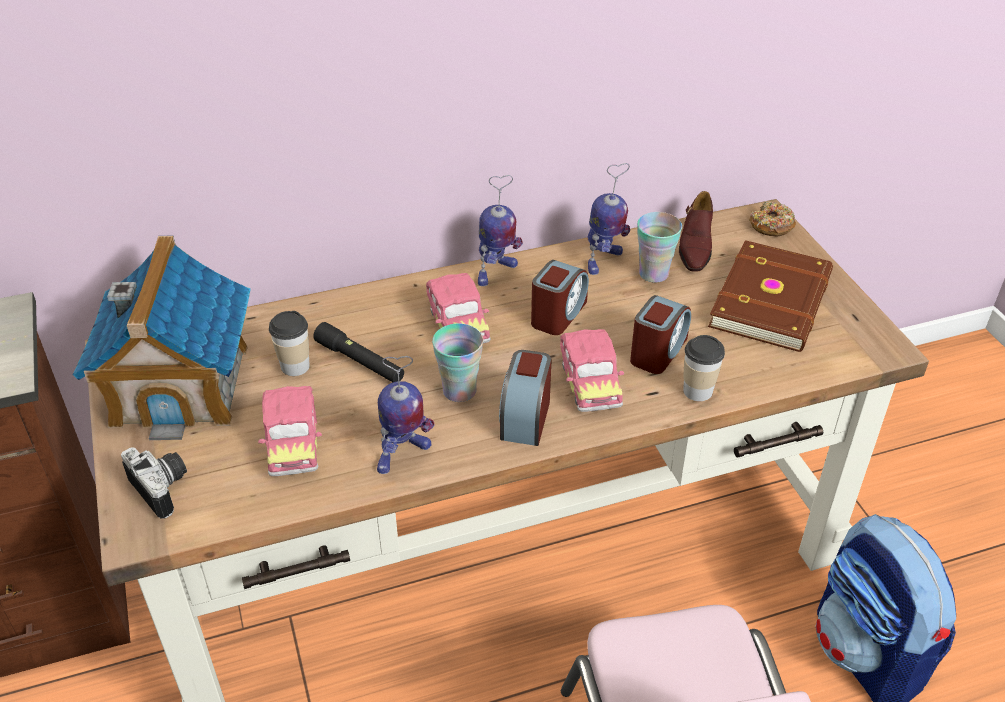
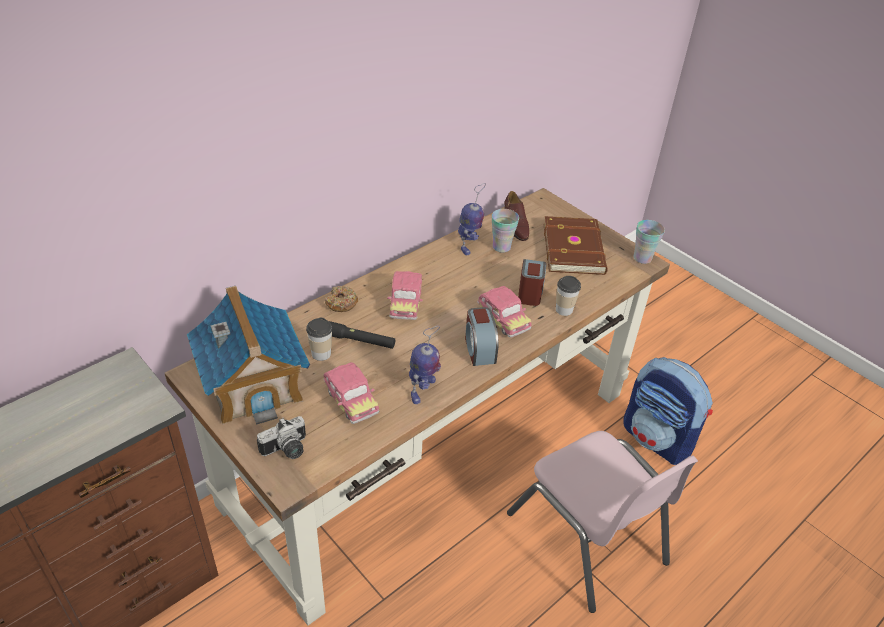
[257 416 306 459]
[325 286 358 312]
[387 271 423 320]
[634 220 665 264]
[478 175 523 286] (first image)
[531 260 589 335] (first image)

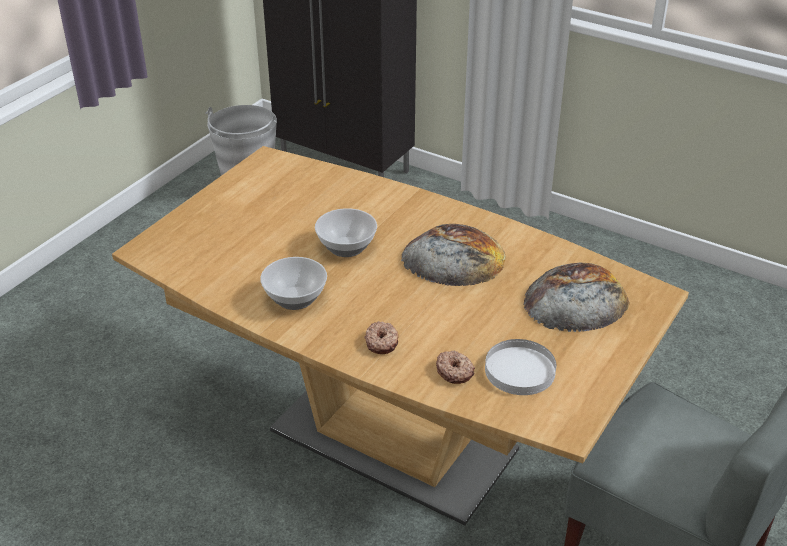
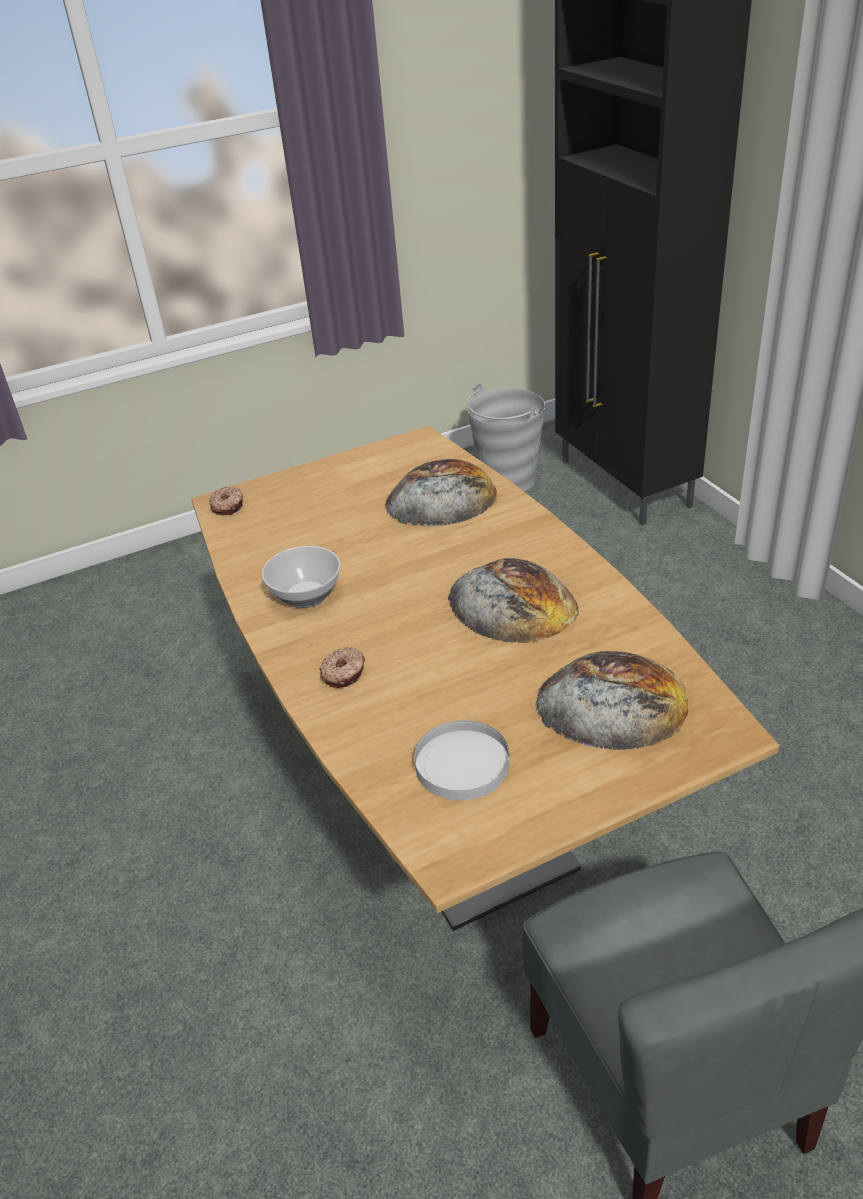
[209 486 243 516]
[385 459 497 527]
[315 208 377 257] (first image)

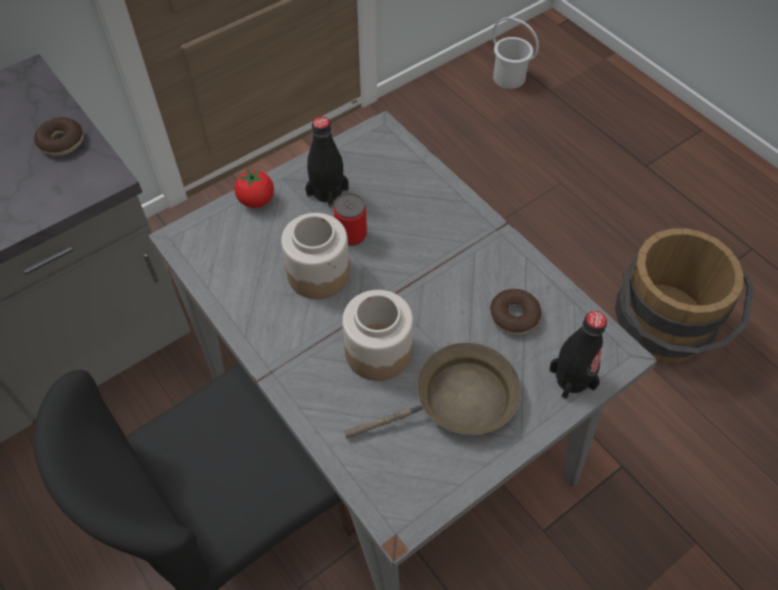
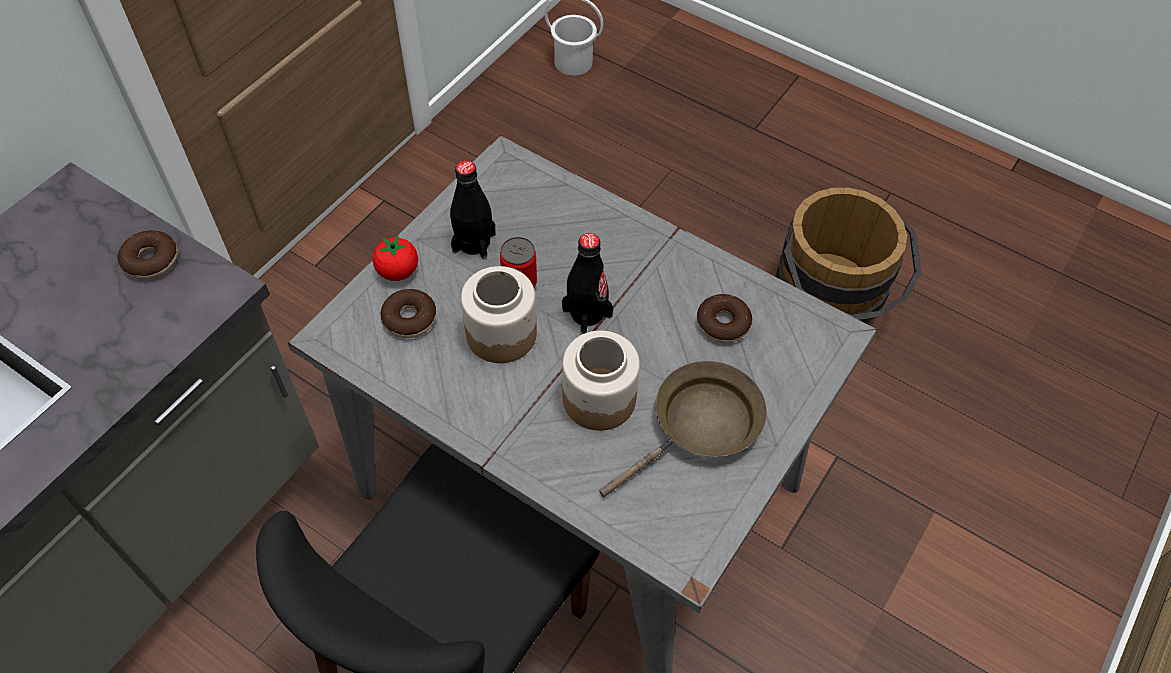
[380 289 436 338]
[562 233 613 334]

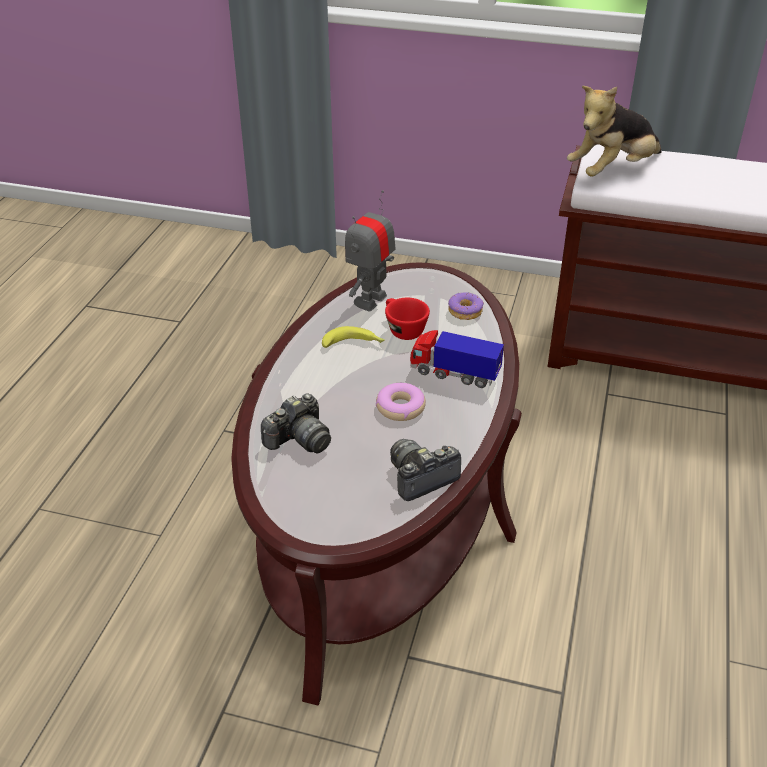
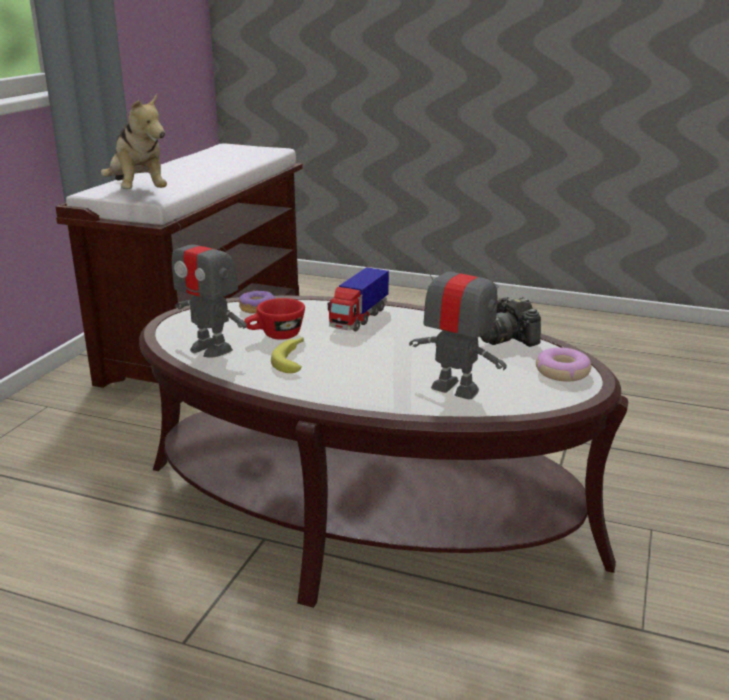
[409 248 507 399]
[536 348 591 382]

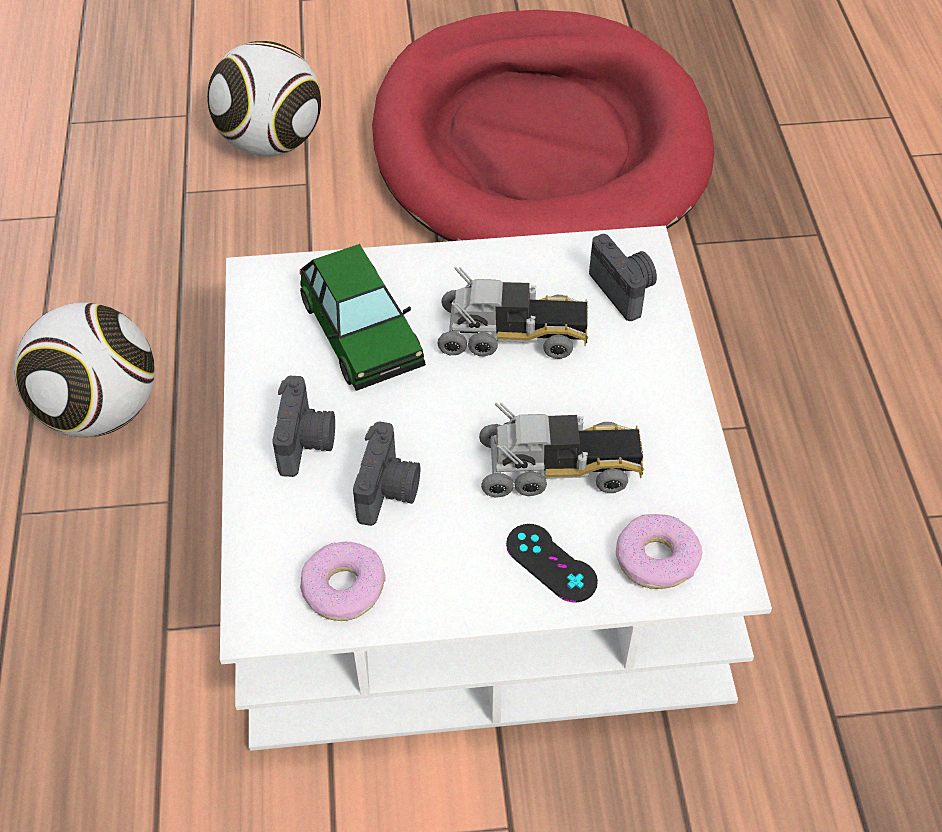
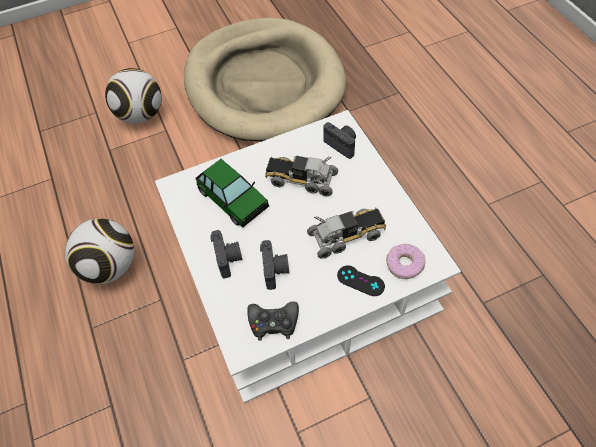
[184 18 346 142]
[247 302 299 341]
[265 156 338 197]

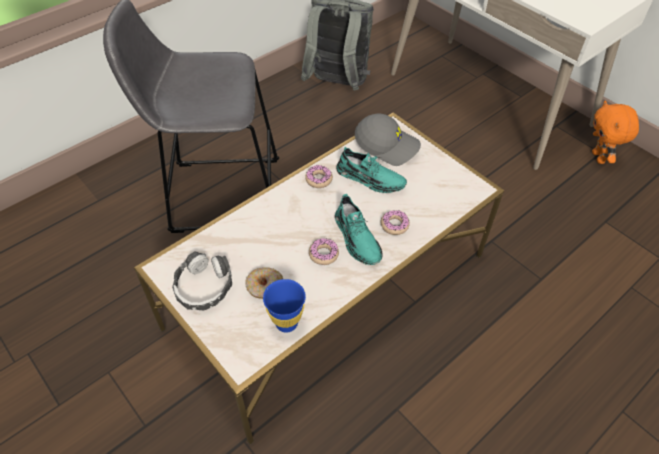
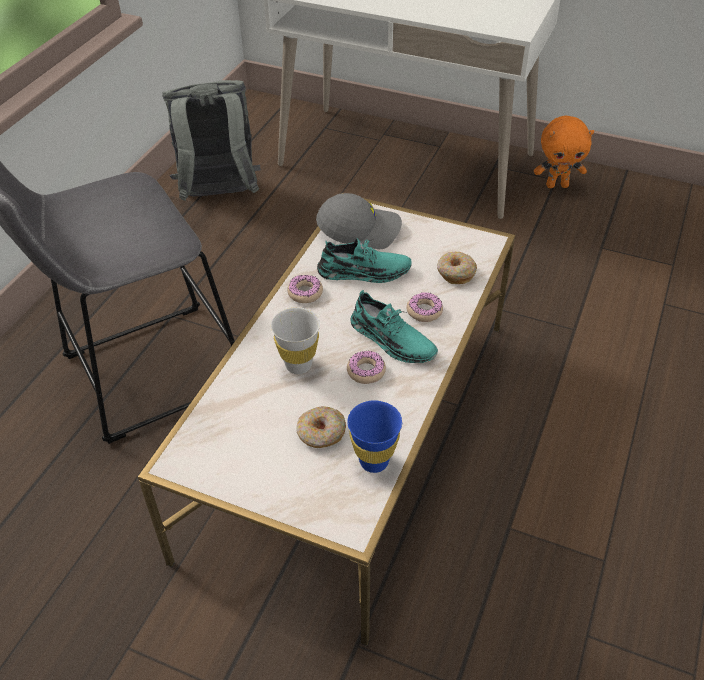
[271 307 320 374]
[437 252 477 284]
[534 116 594 188]
[172 251 232 310] (first image)

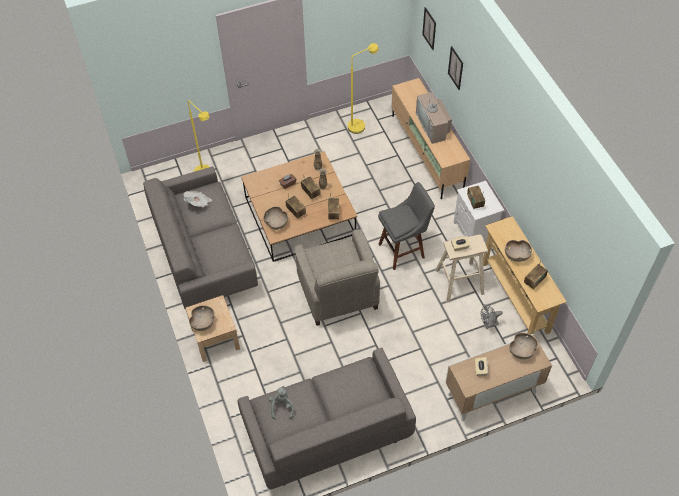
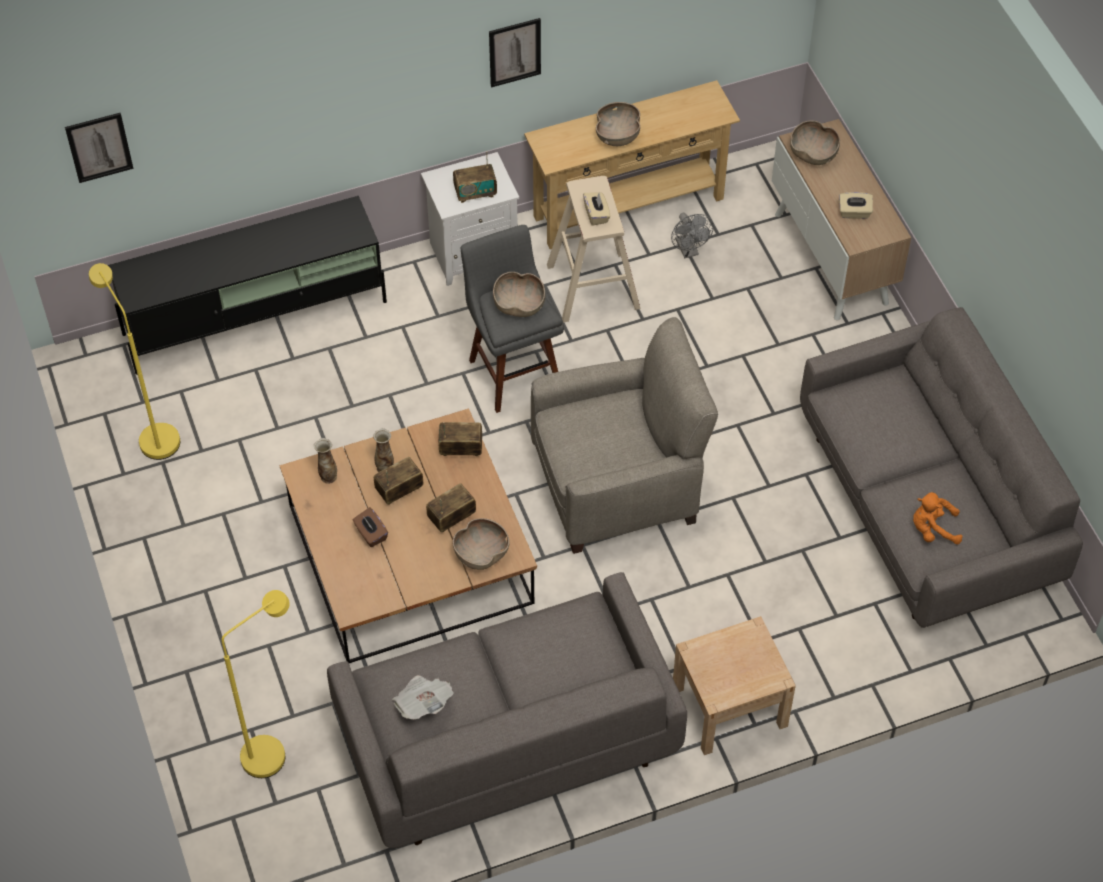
[108 196 387 375]
[489 18 541 87]
[493 272 545 317]
[913 492 963 544]
[416 84 452 144] (first image)
[524 261 548 289] (first image)

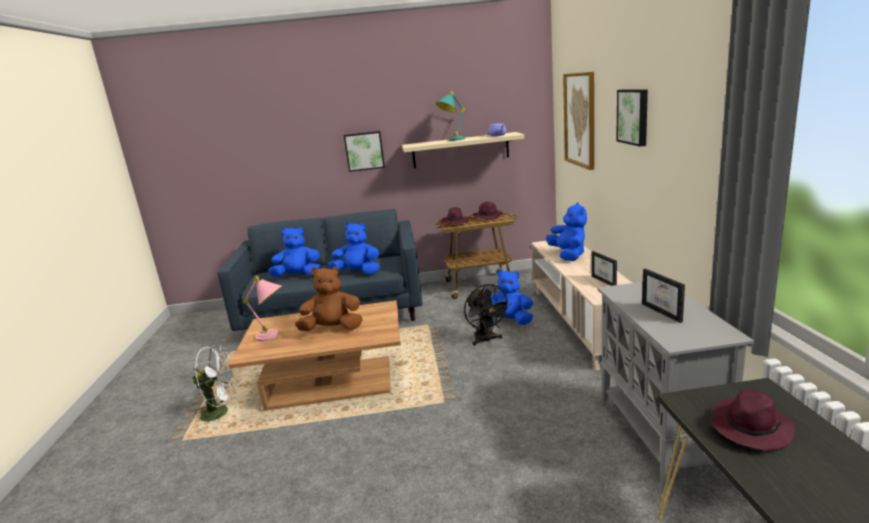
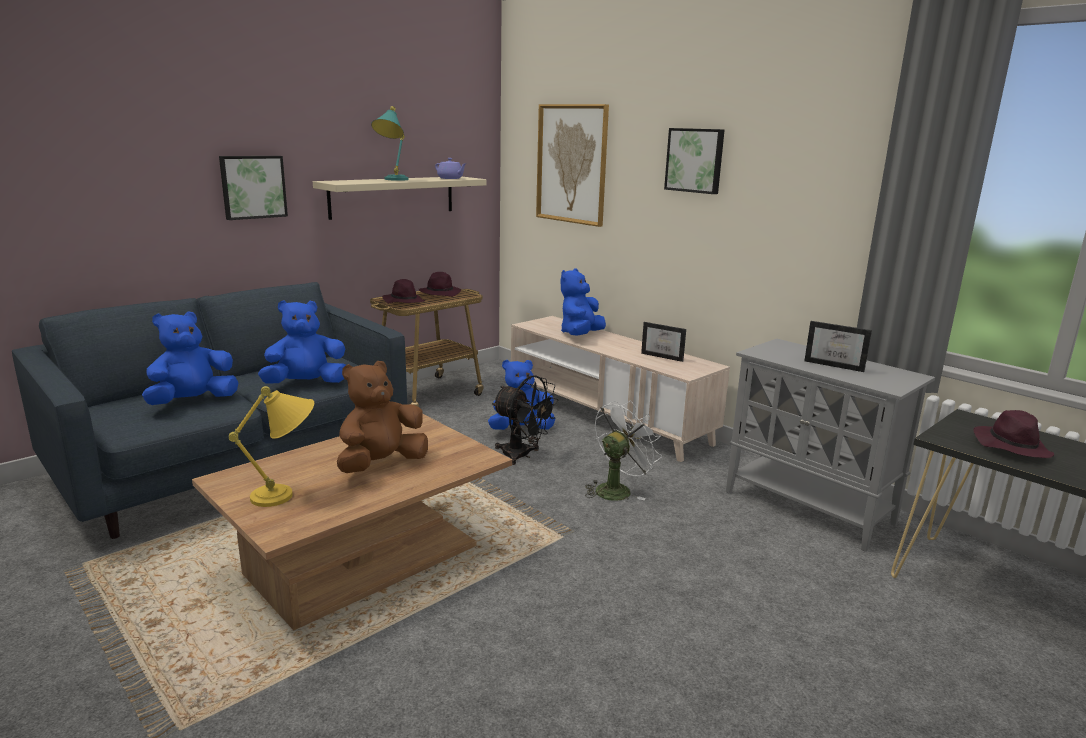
[229 386 314 507]
[560 268 606 336]
[585 401 662 501]

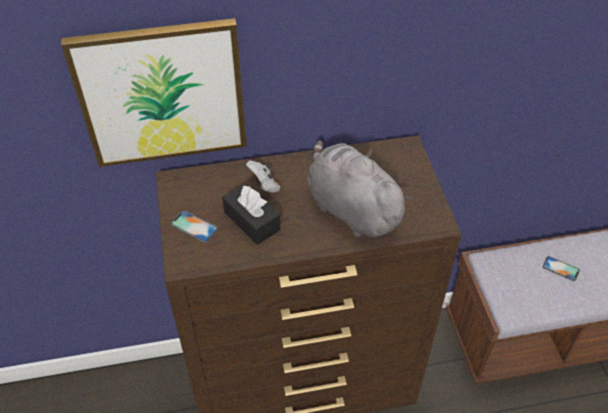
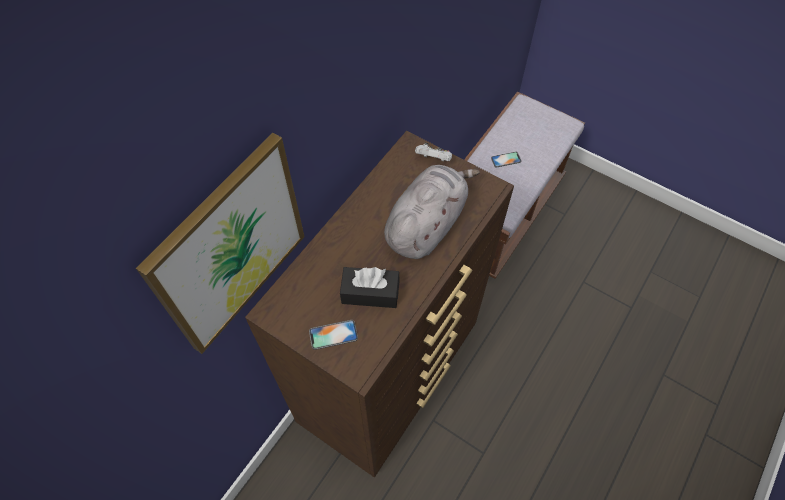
[384 165 480 259]
[415 142 452 162]

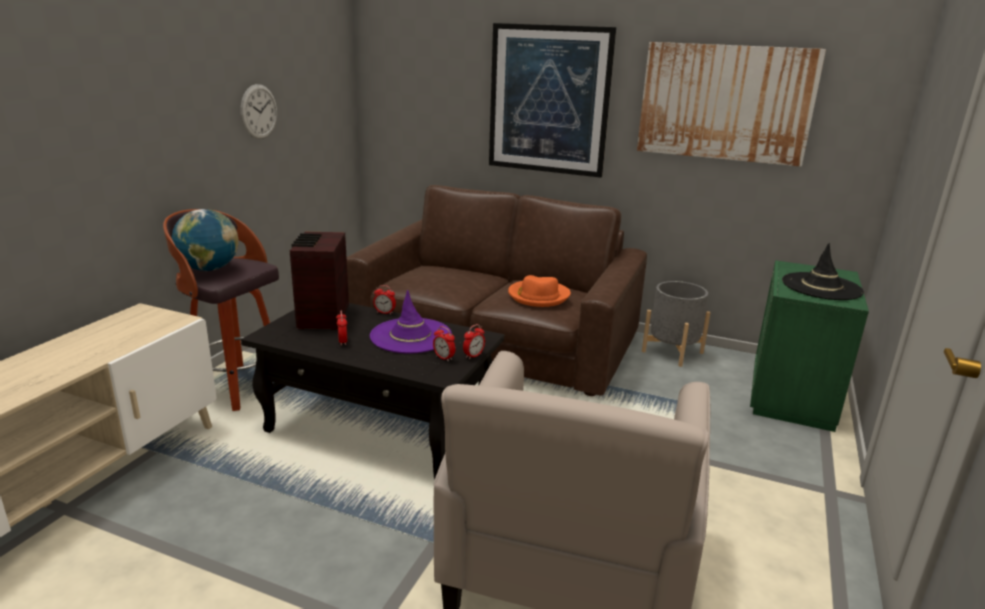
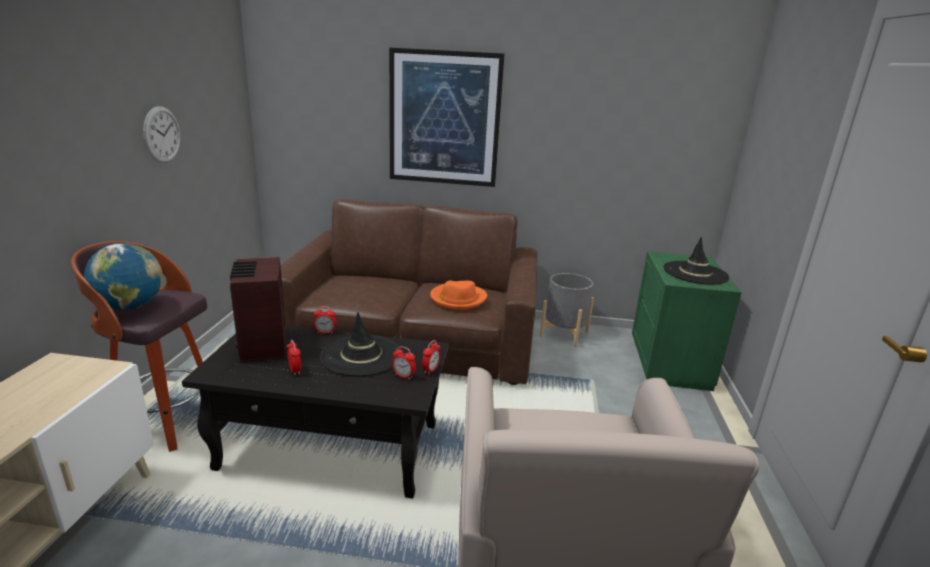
[320 312 401 377]
[637 42 826 167] (first image)

